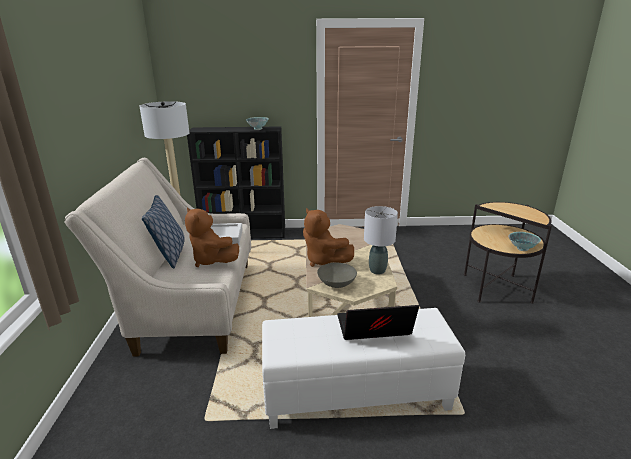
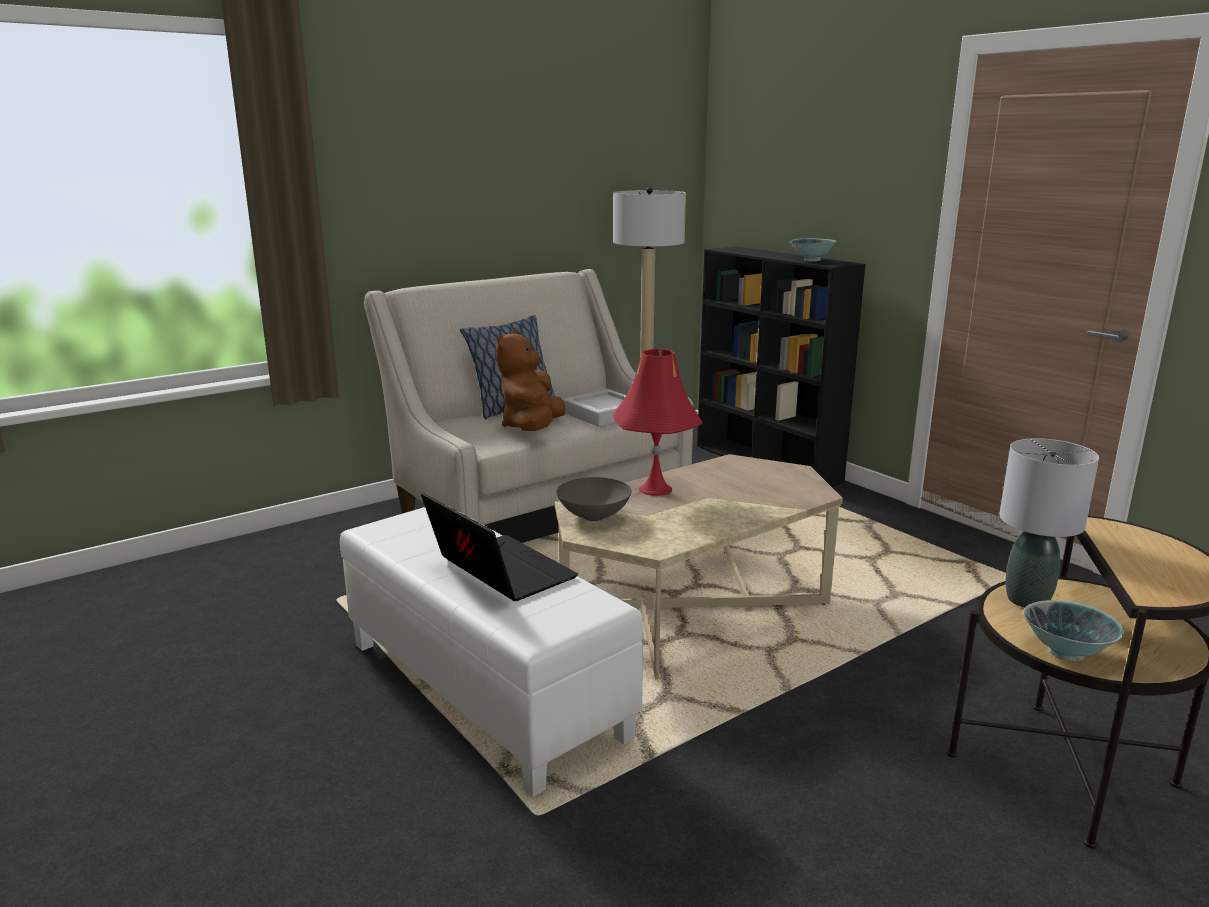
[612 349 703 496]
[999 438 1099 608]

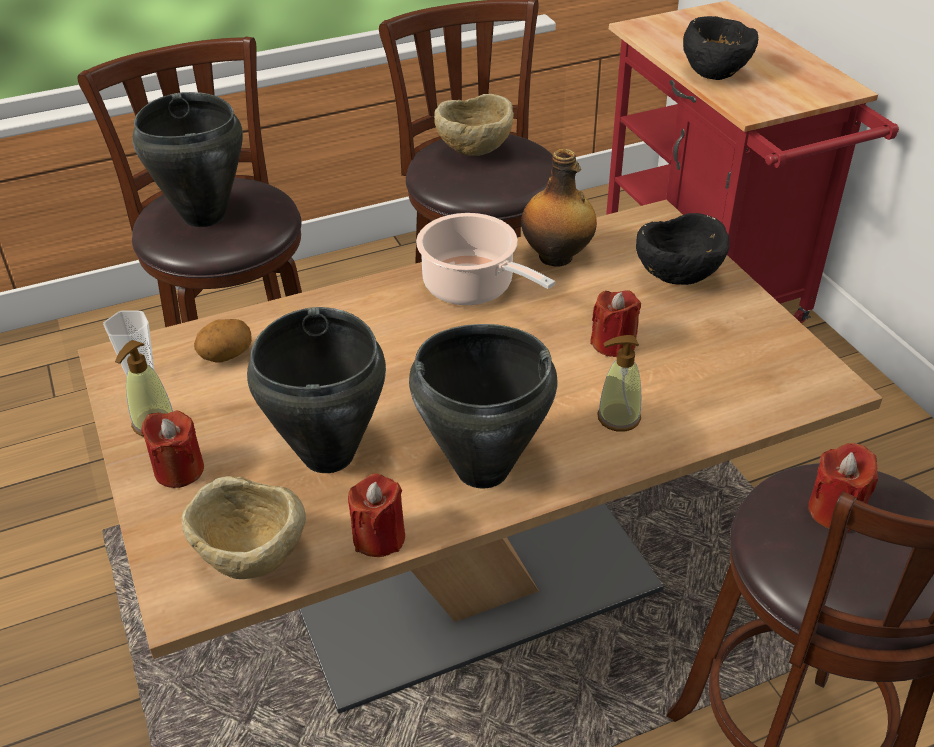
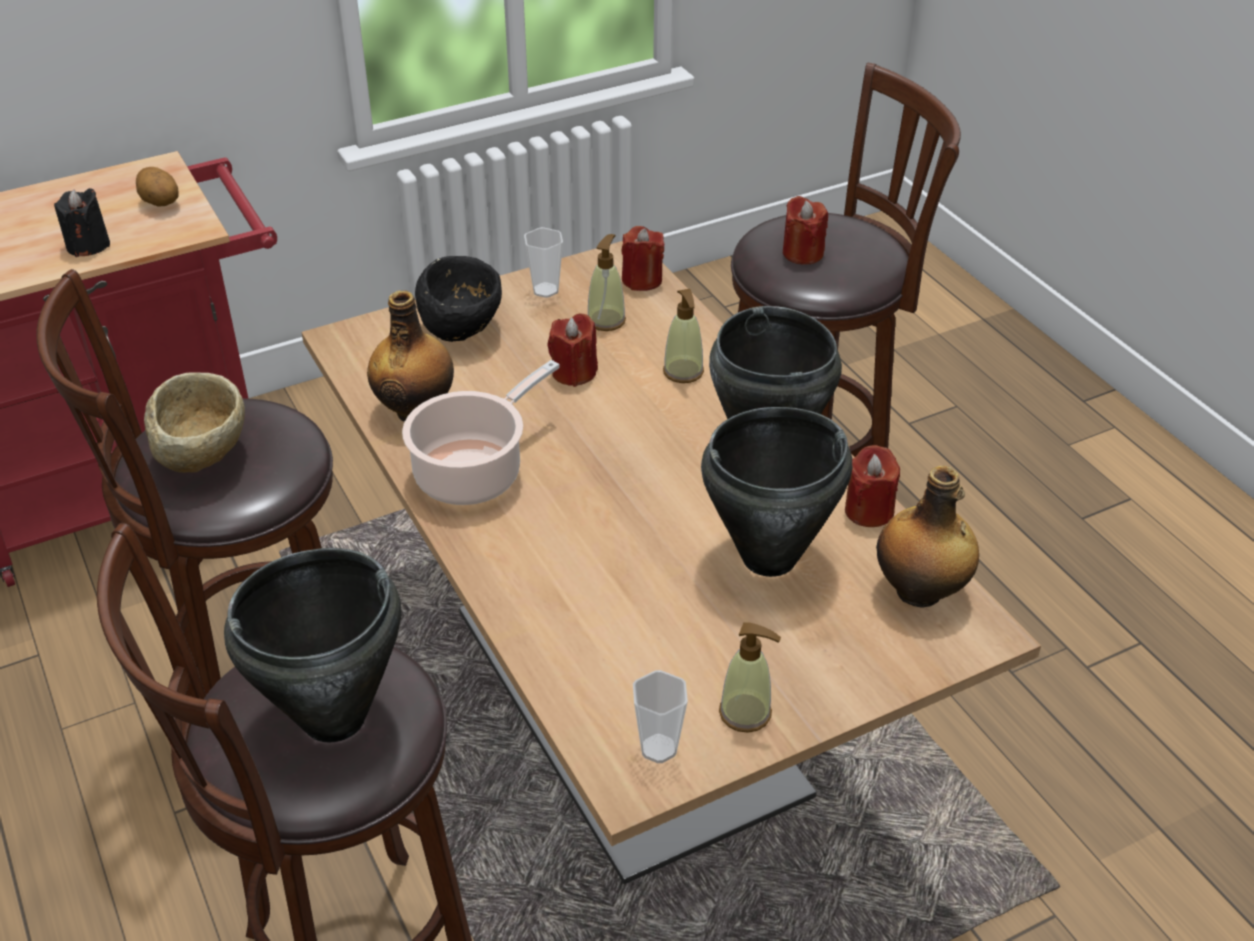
[54 188 110 257]
[136 167 179 207]
[524 227 563 298]
[588 234 626 331]
[622 226 665 291]
[876 466 979 608]

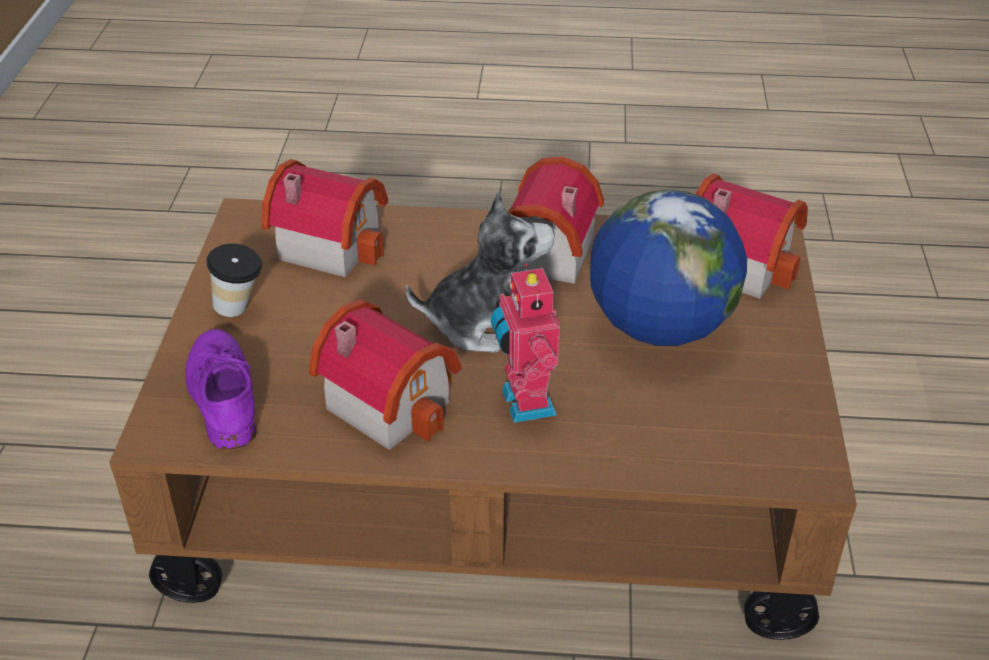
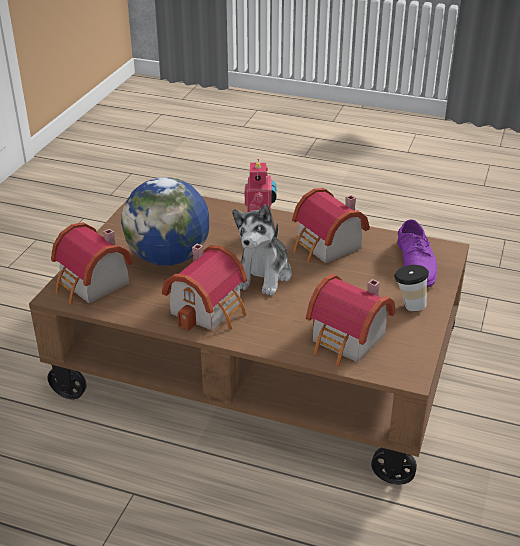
[232 204 292 296]

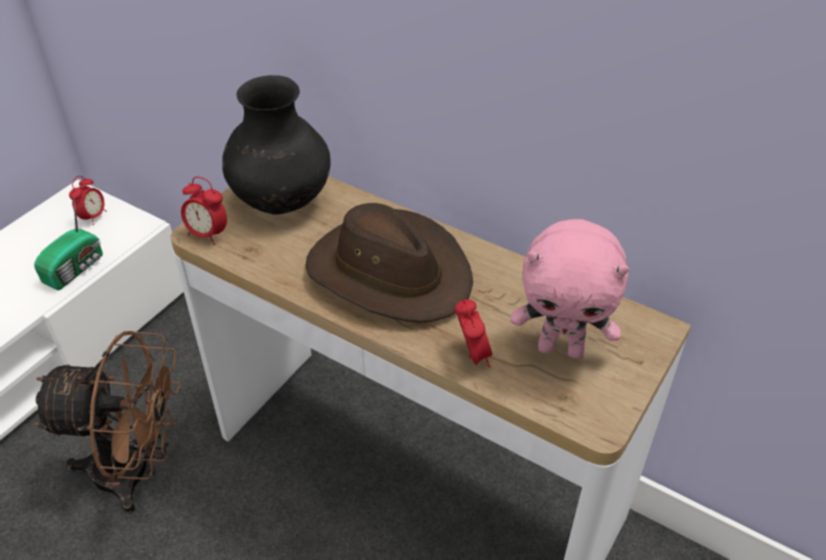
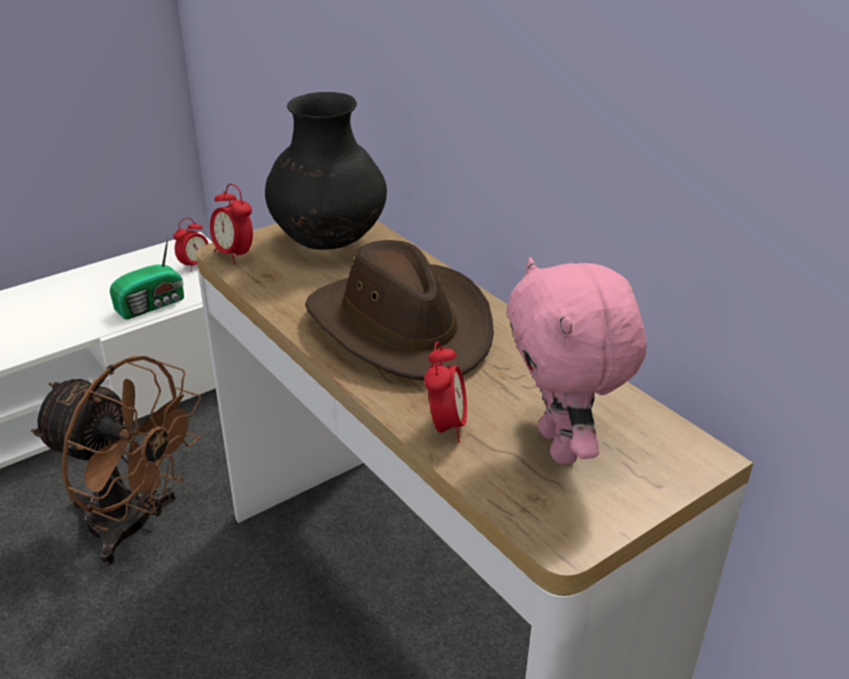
[507 257 646 464]

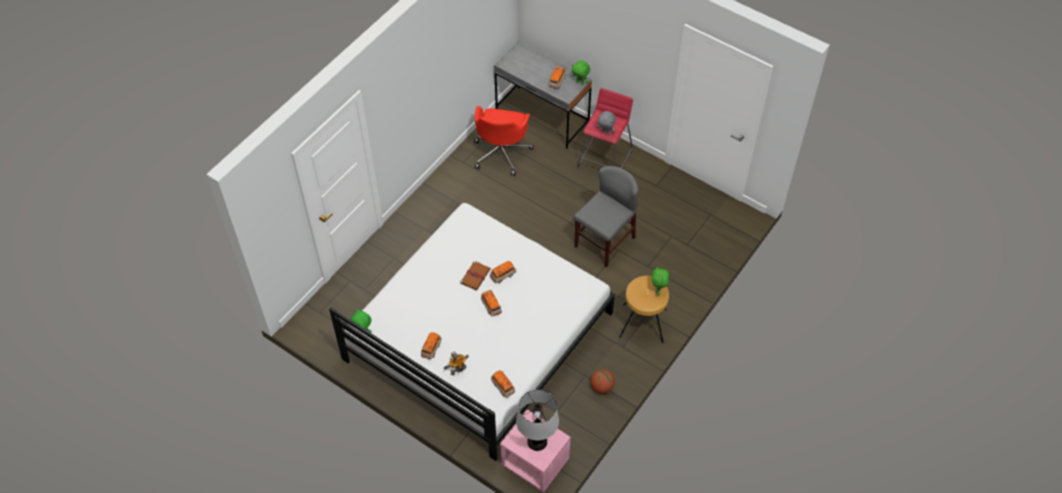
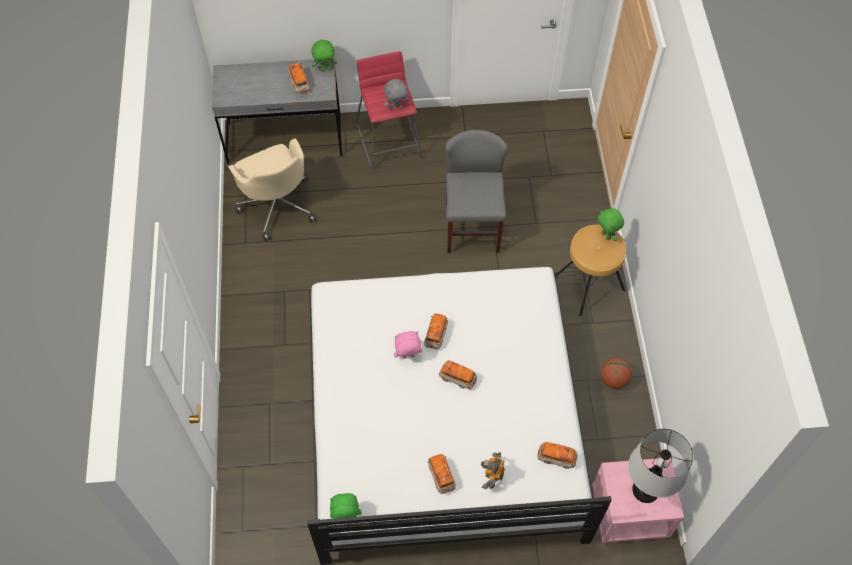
[228 138 316 241]
[394 331 422 359]

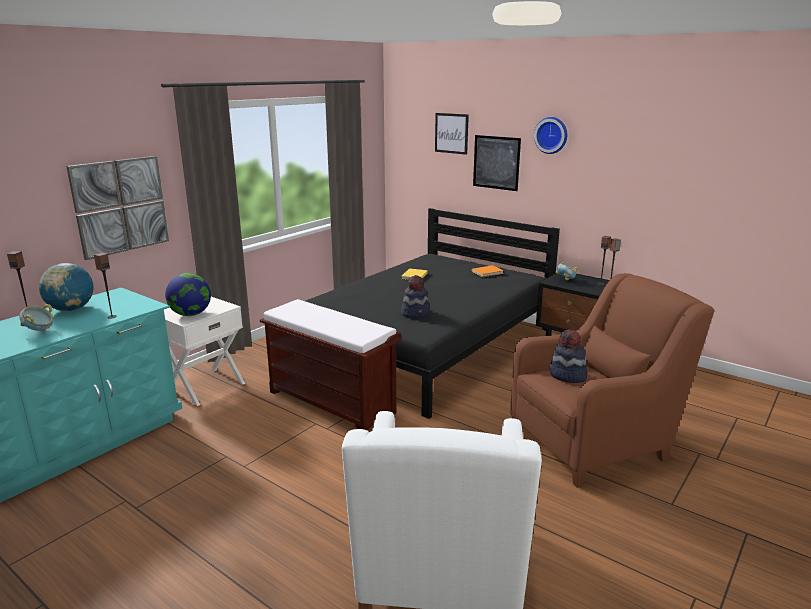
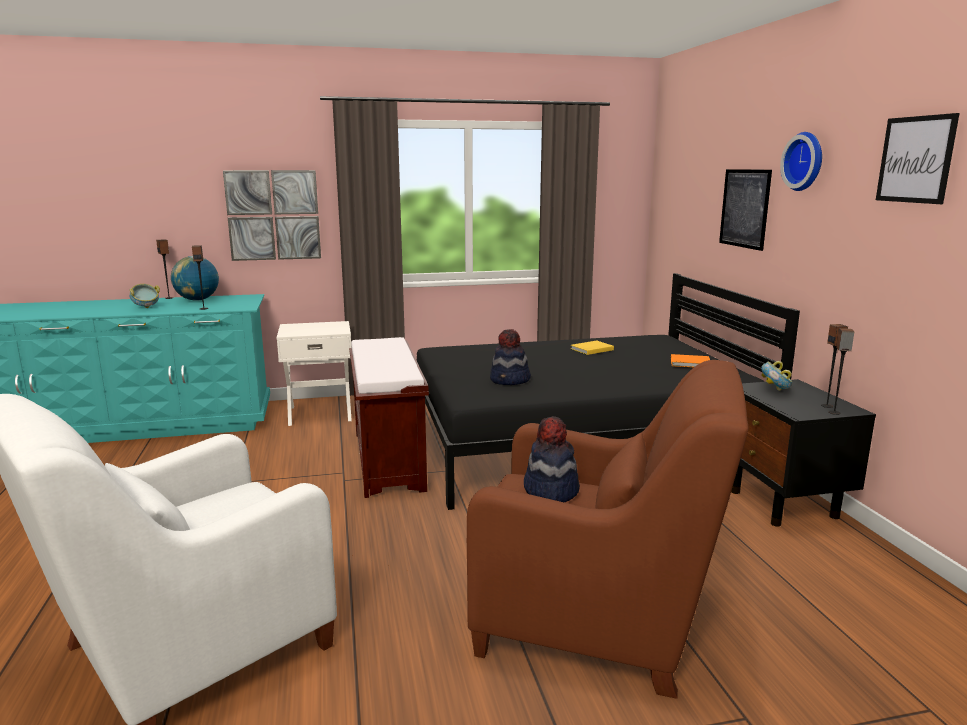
[876 113 960 204]
[165 273 211 316] (first image)

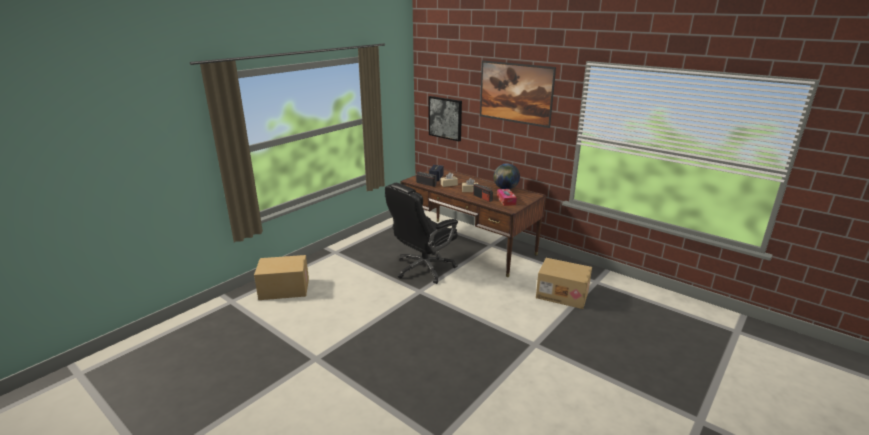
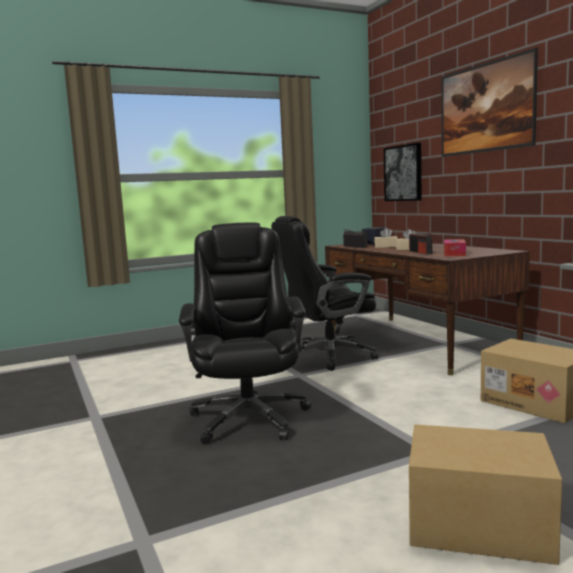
[179 222 311 444]
[409 424 562 565]
[493 163 520 189] (first image)

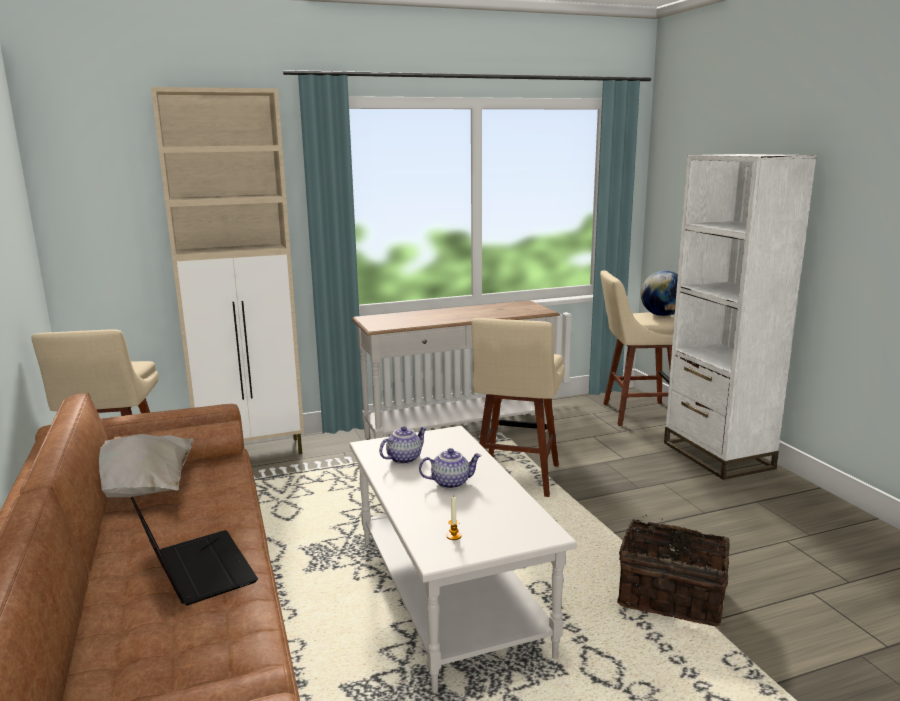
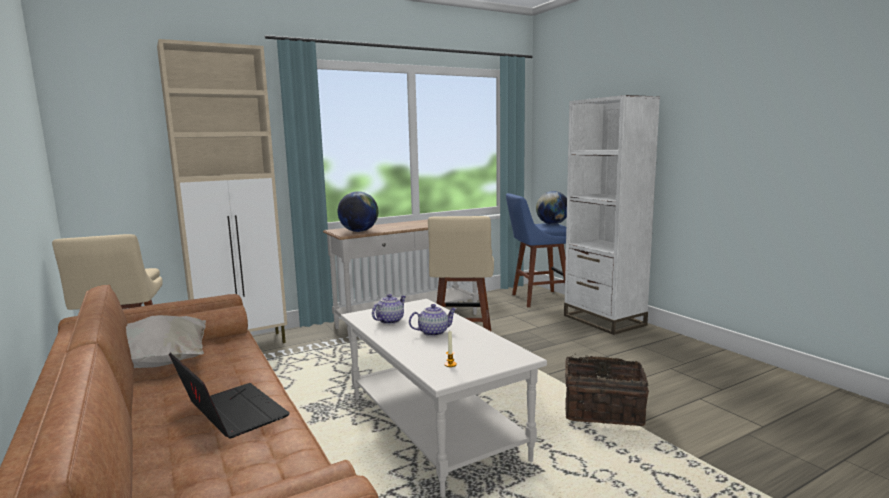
[337 191 378 232]
[506 193 566 307]

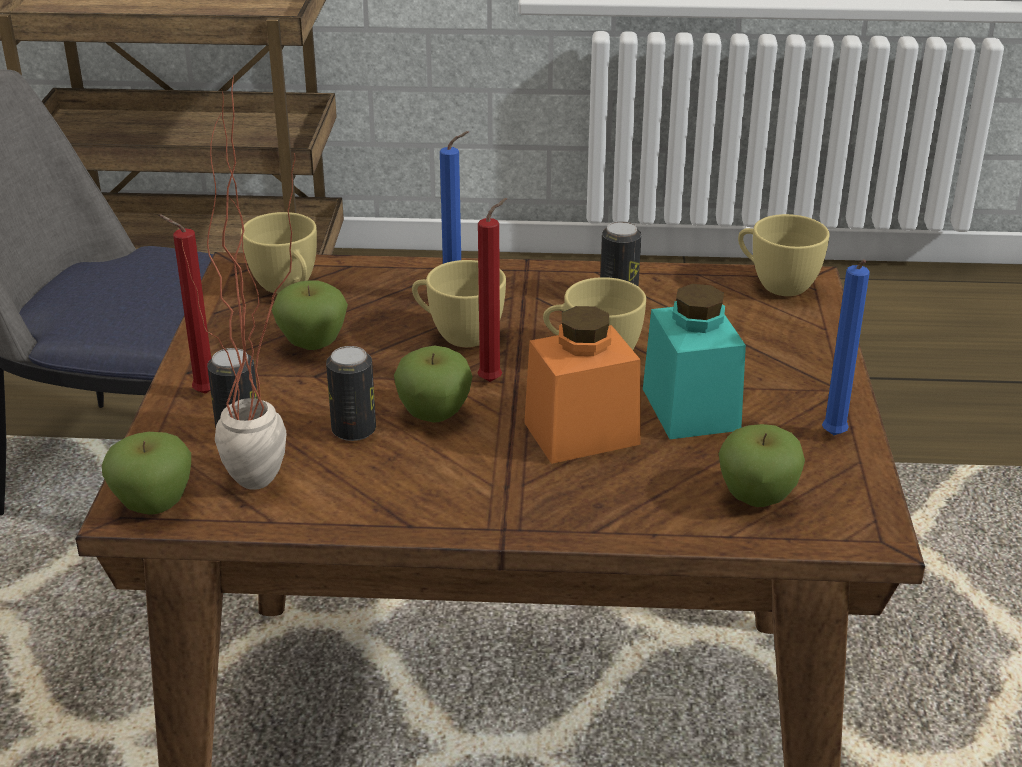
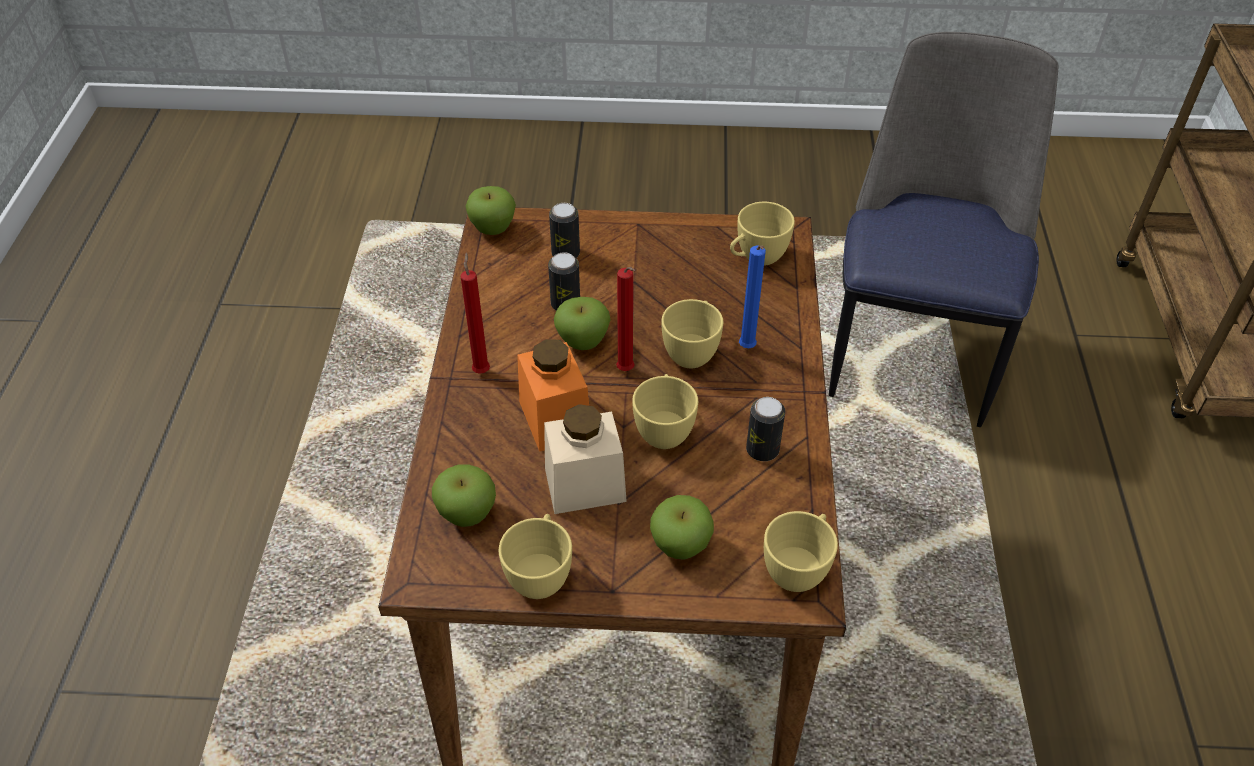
[461 252 490 374]
[499 514 572 599]
[544 404 627 514]
[650 495 714 560]
[182 76 295 490] (first image)

